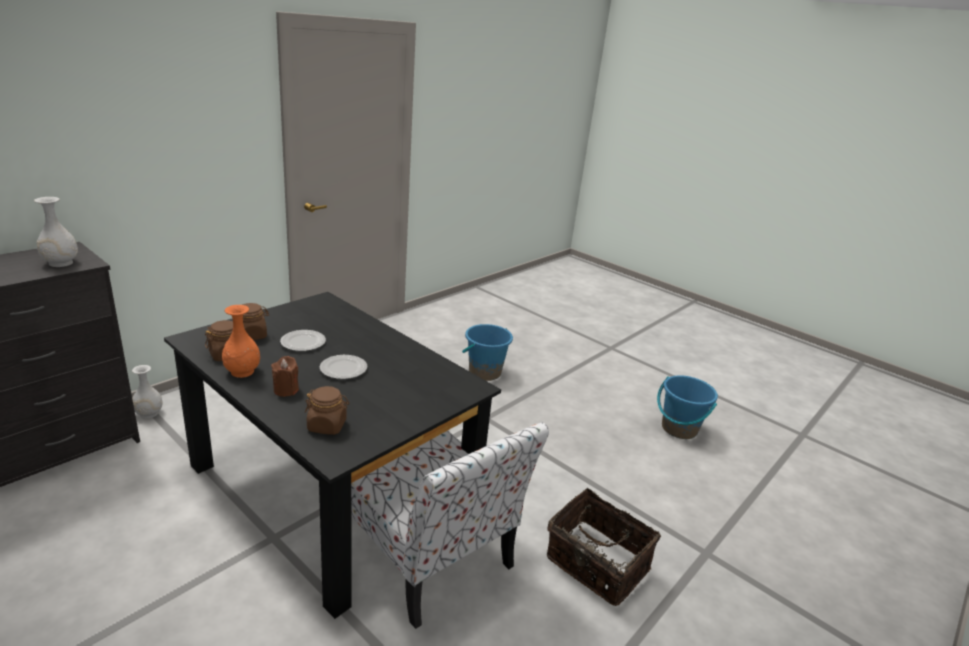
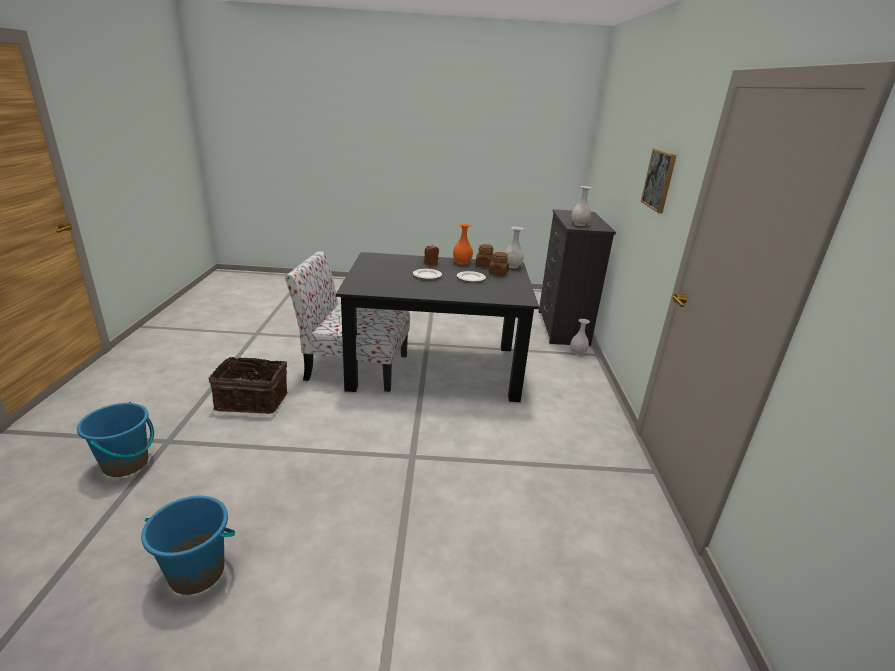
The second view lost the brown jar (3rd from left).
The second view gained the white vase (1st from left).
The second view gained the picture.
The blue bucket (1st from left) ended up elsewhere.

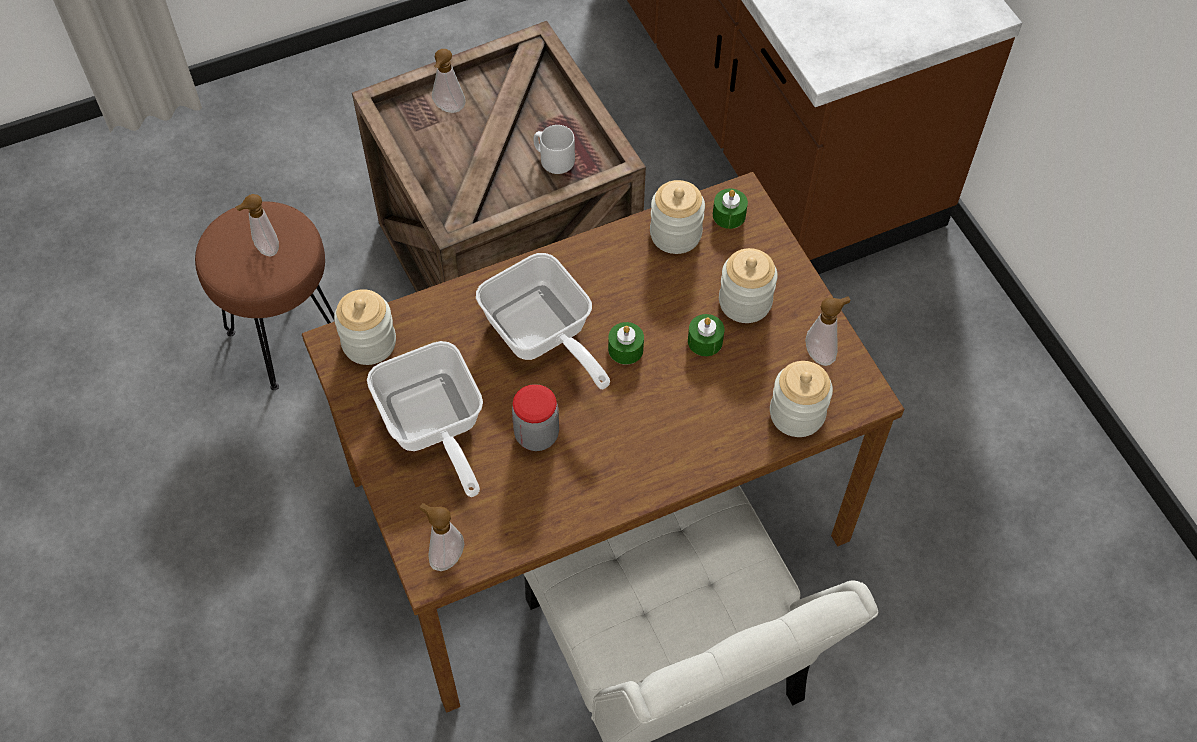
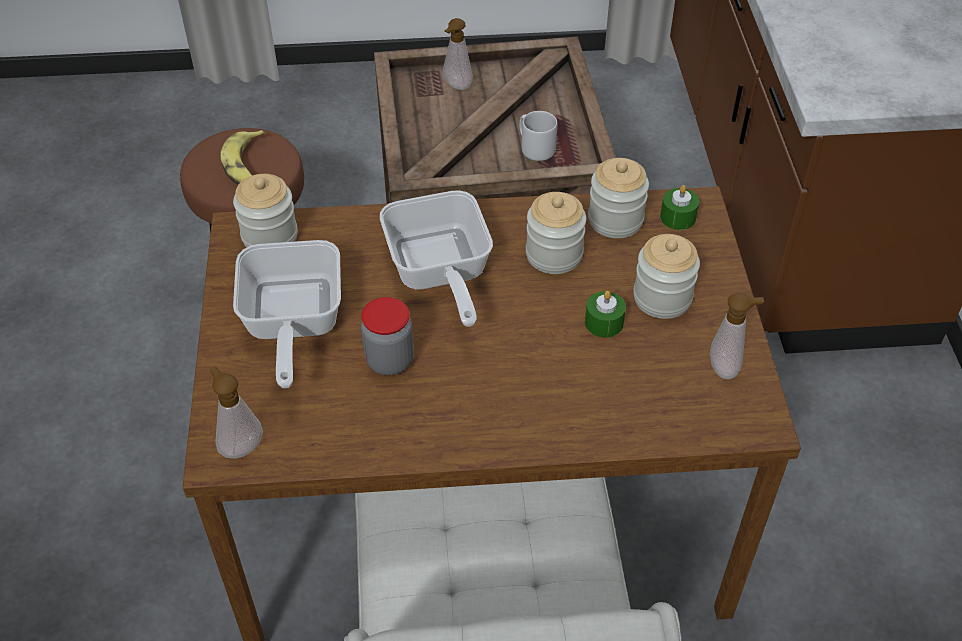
The second view lost the green candle (1st from left).
The jar (5th from left in the first image) ended up elsewhere.
Where the soap dispenser (1st from left) stood, the banana came to stand.

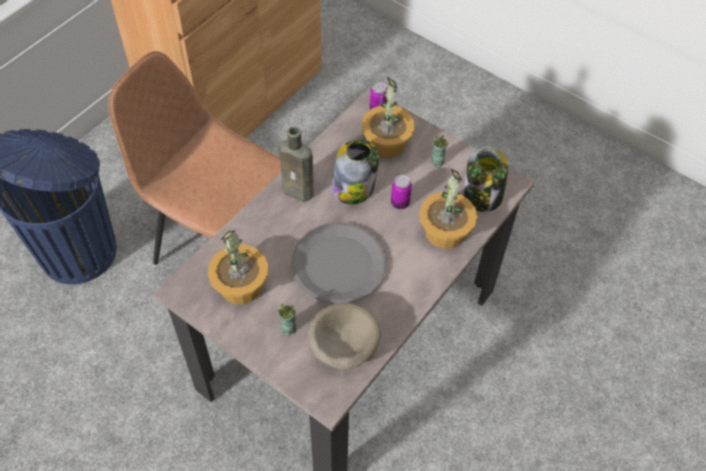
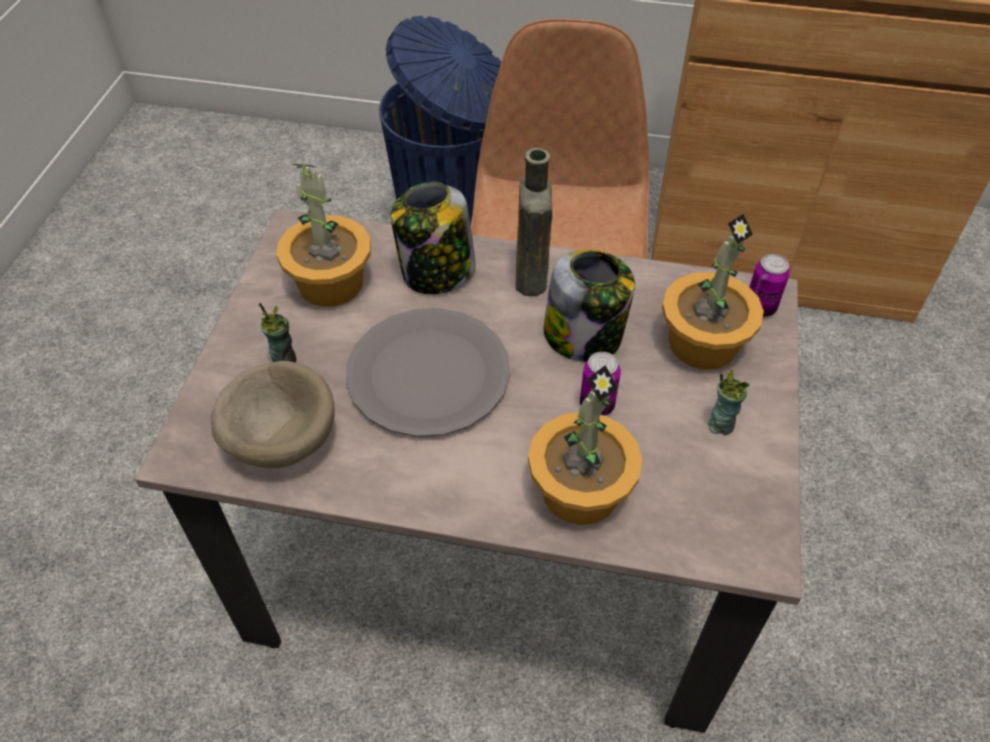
The jar (2nd from left in the first image) ended up elsewhere.

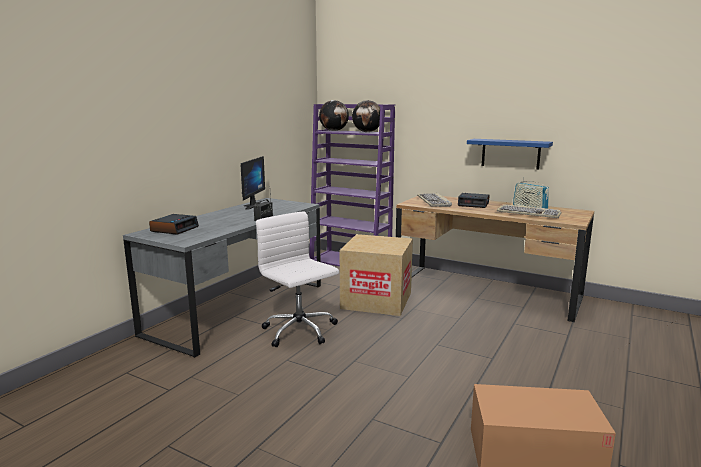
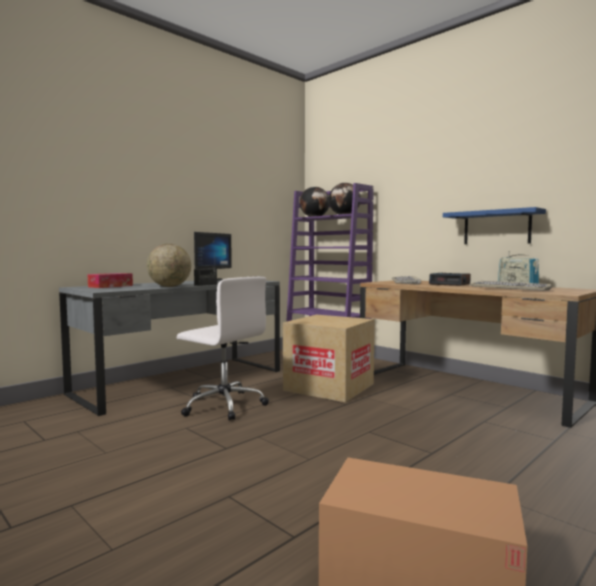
The second view gained the globe (1st from left).
Where the alarm clock (1st from left) stood, the tissue box came to stand.
The white office chair ended up facing another way, 150 degrees clockwise from before.

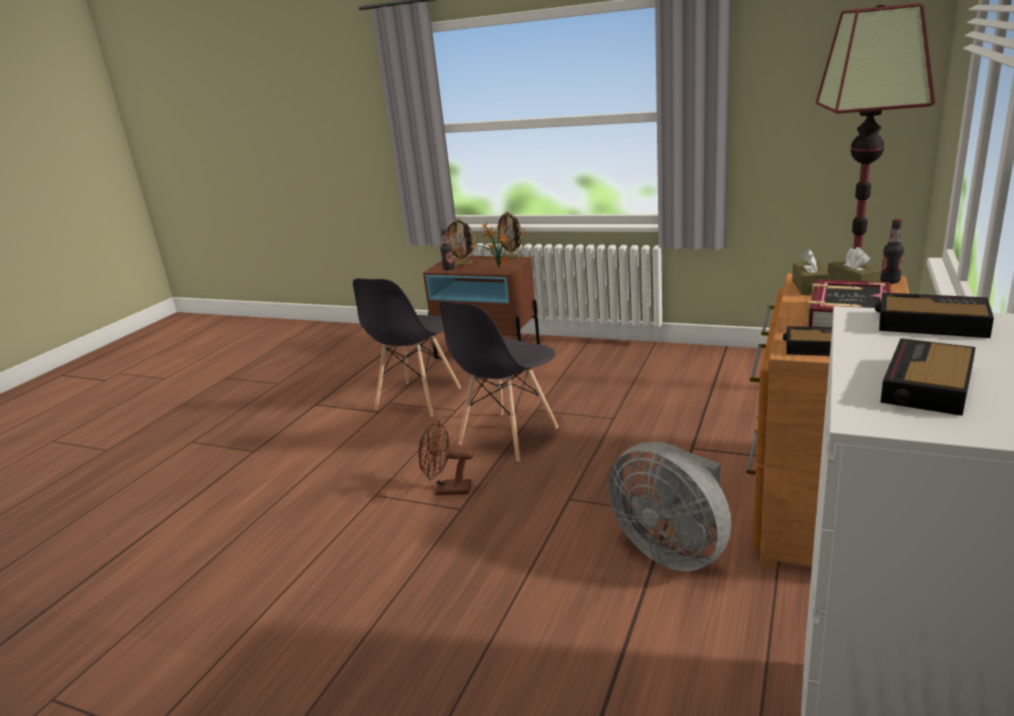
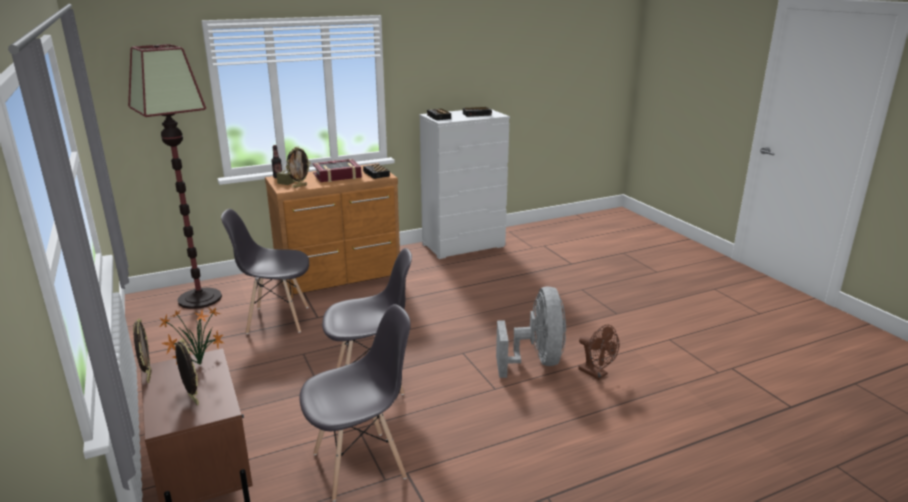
The second view lost the bottle (1st from left).
The second view gained the grey chair (1st from left).
The brown fan ended up elsewhere.
The grey fan ended up elsewhere.
Where the brown tissue box (1st from left) stood, the picture frame (3rd from left) came to stand.

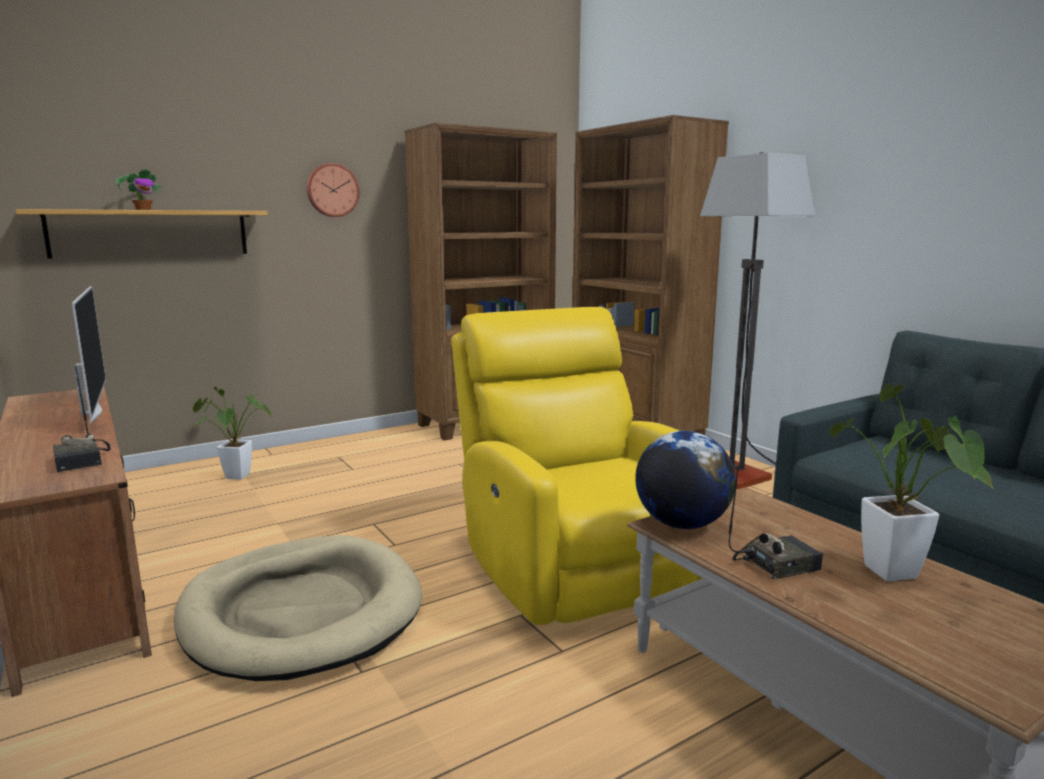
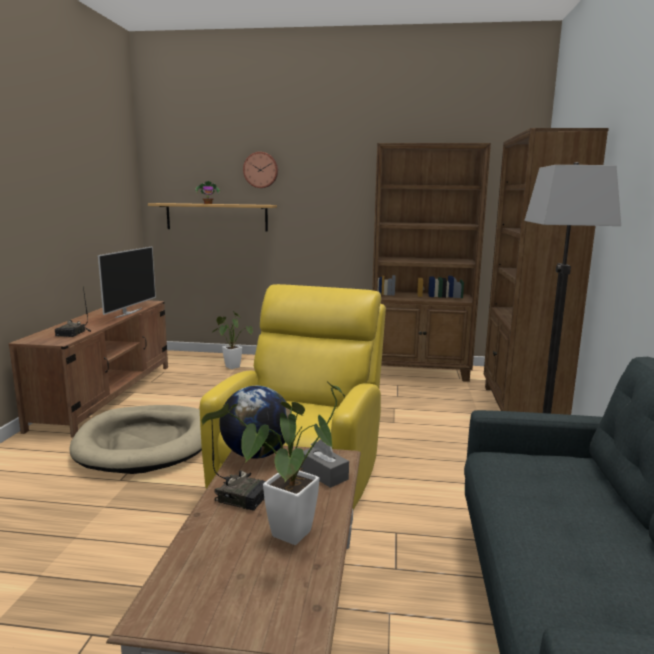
The second view gained the grey tissue box.
The wall clock ended up elsewhere.

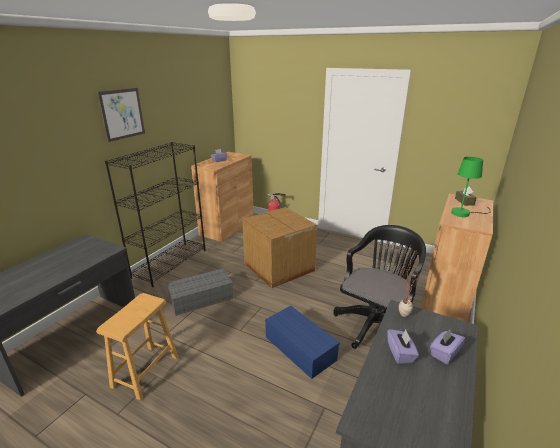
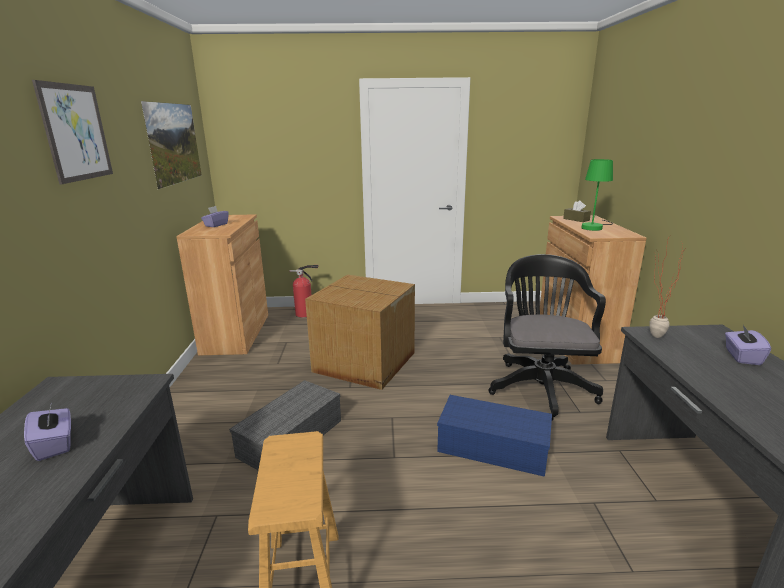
The second view lost the black bookcase.
The second view gained the picture (2nd from left).
The purple tissue box (2nd from left in the first image) ended up elsewhere.

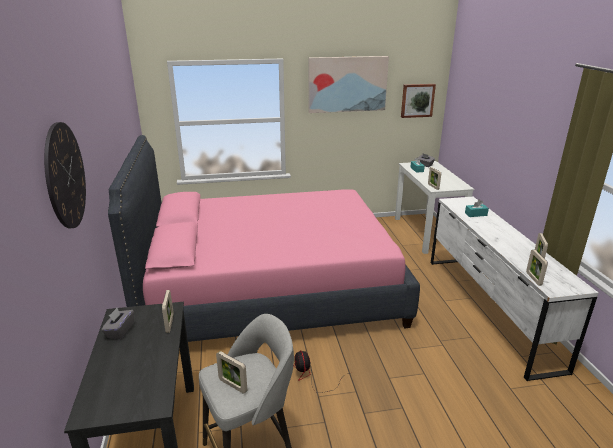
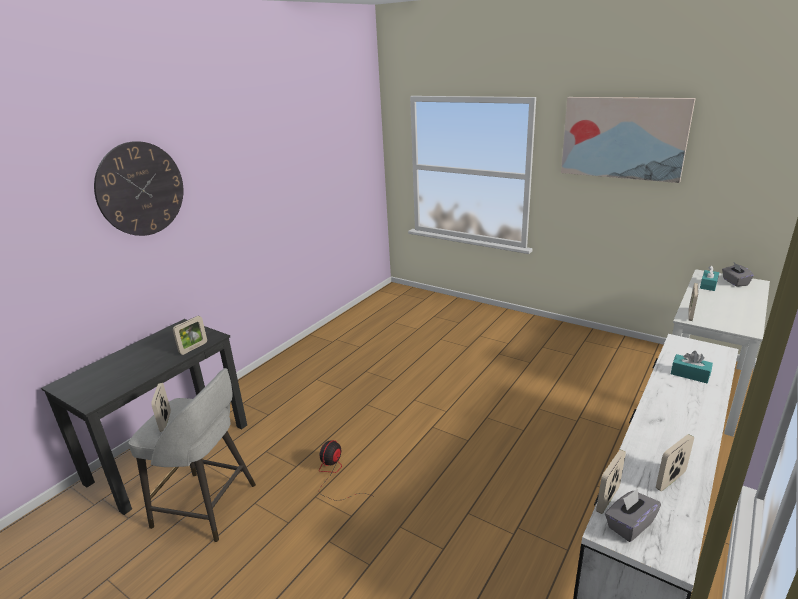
The second view lost the pink bed.
The second view lost the picture (2nd from left).
The grey tissue box (1st from left) ended up elsewhere.

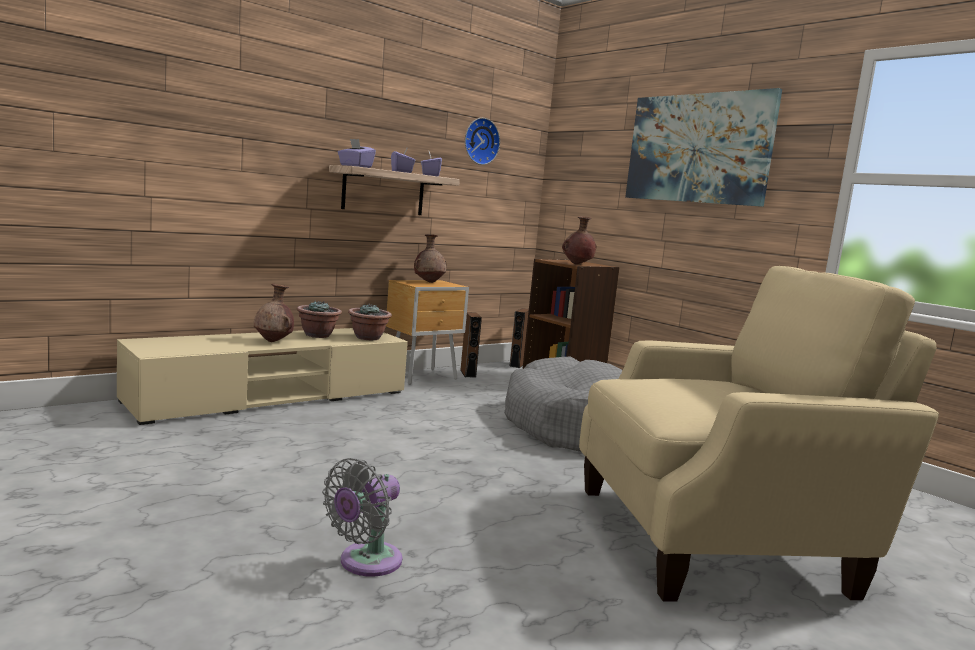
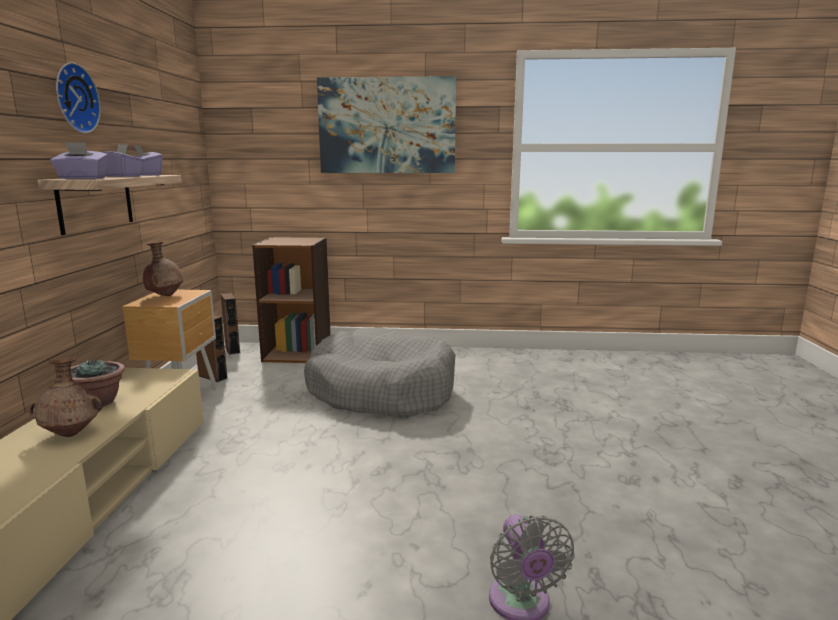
The second view lost the potted plant (2nd from left).
The second view lost the brown vase (3rd from left).
The second view lost the beige armchair.
The wall clock ended up elsewhere.

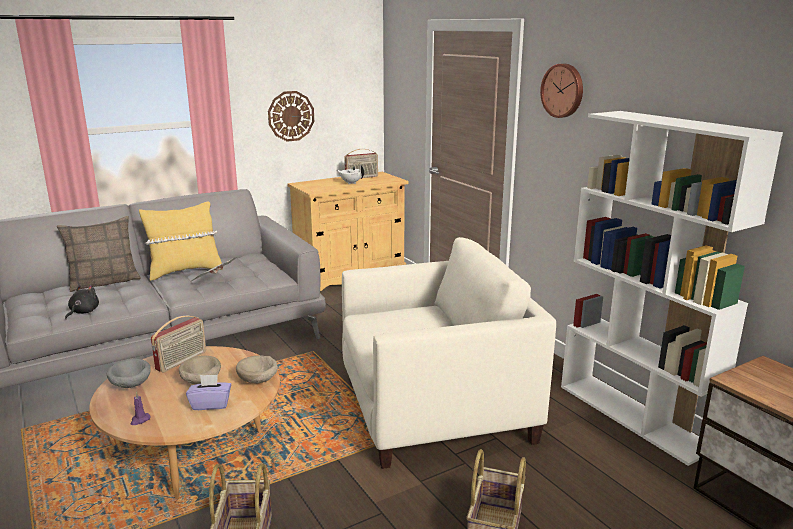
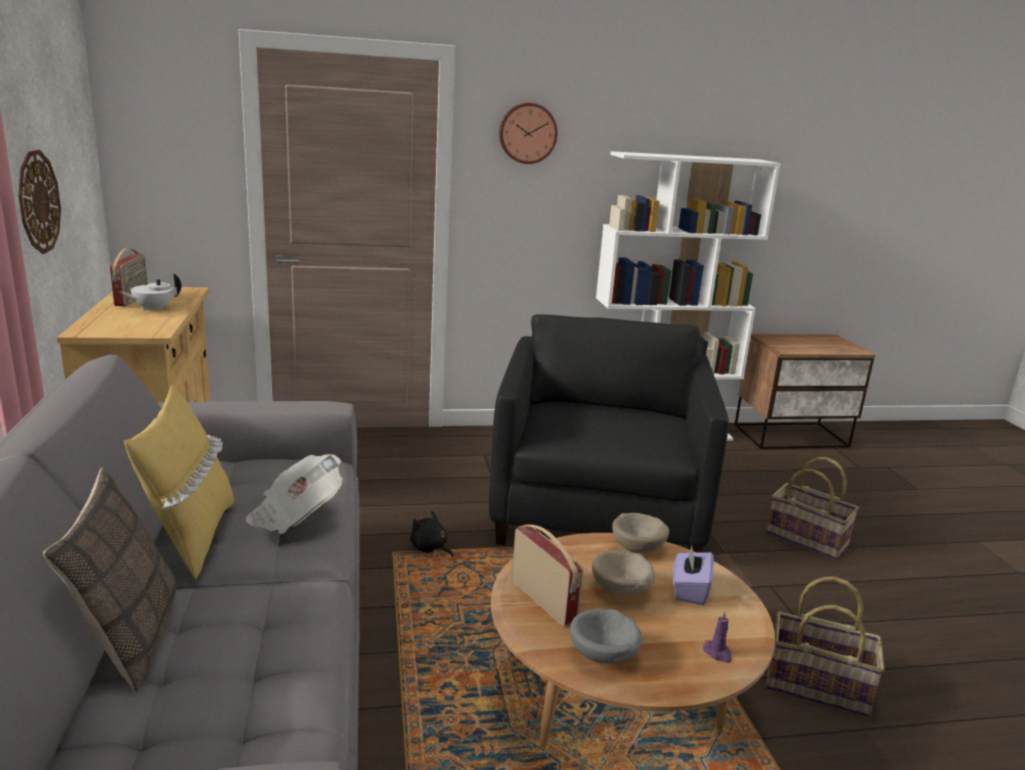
The black plush toy ended up elsewhere.
What was the beige armchair turned into the black armchair.

